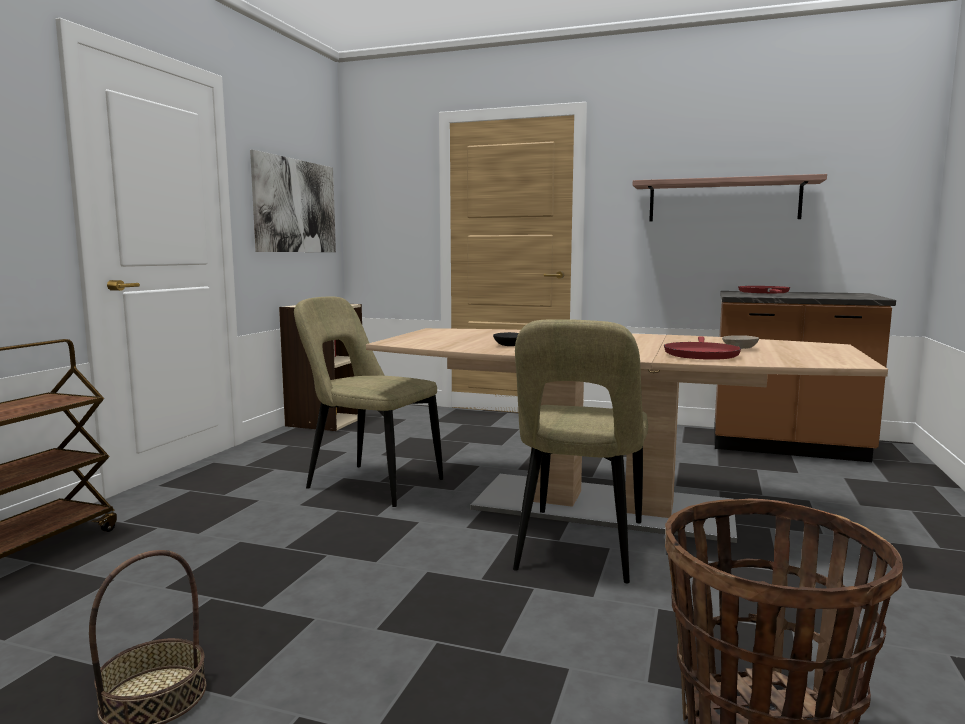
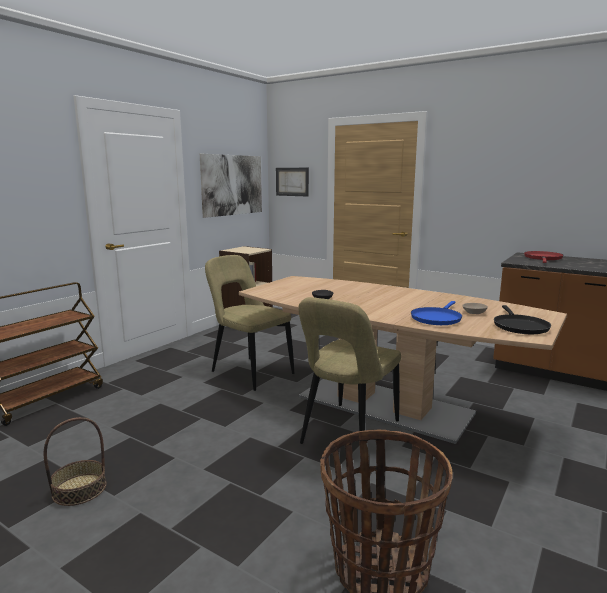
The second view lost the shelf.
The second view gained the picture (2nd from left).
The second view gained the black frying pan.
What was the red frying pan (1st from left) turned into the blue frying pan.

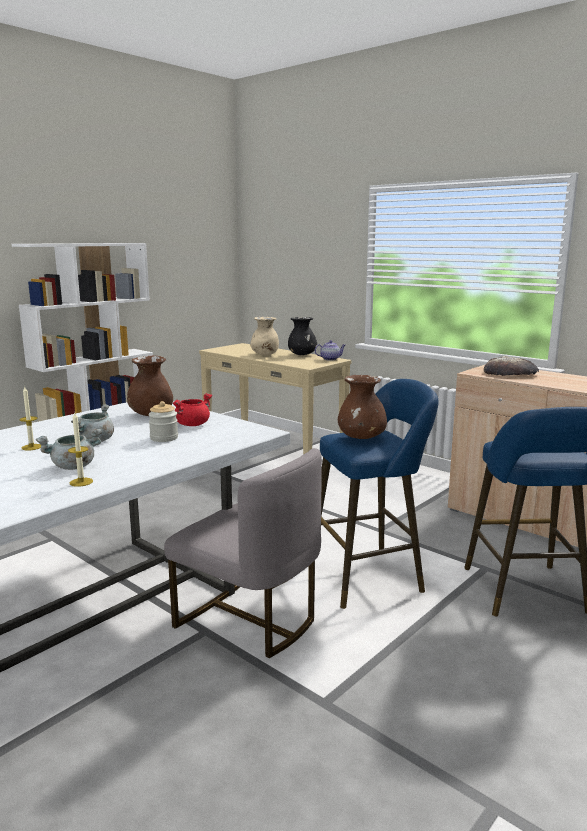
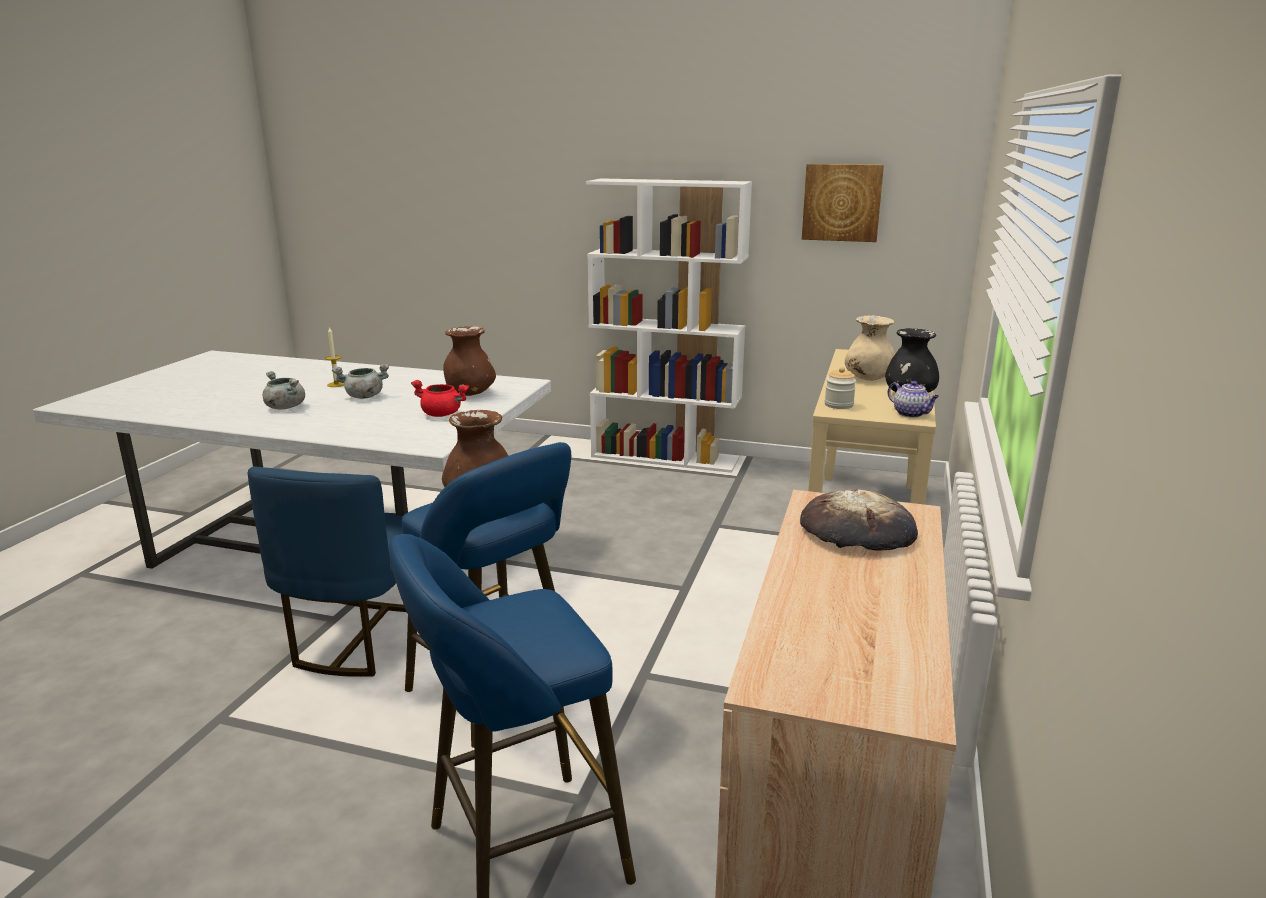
The second view lost the candle (2nd from left).
The second view gained the picture.
The jar ended up elsewhere.
What was the grey chair turned into the blue chair.

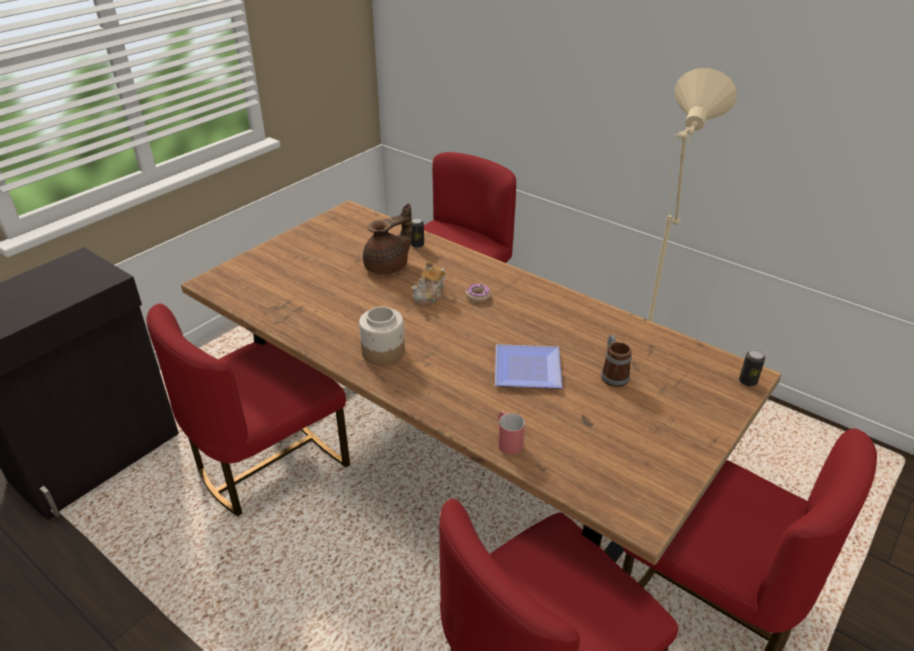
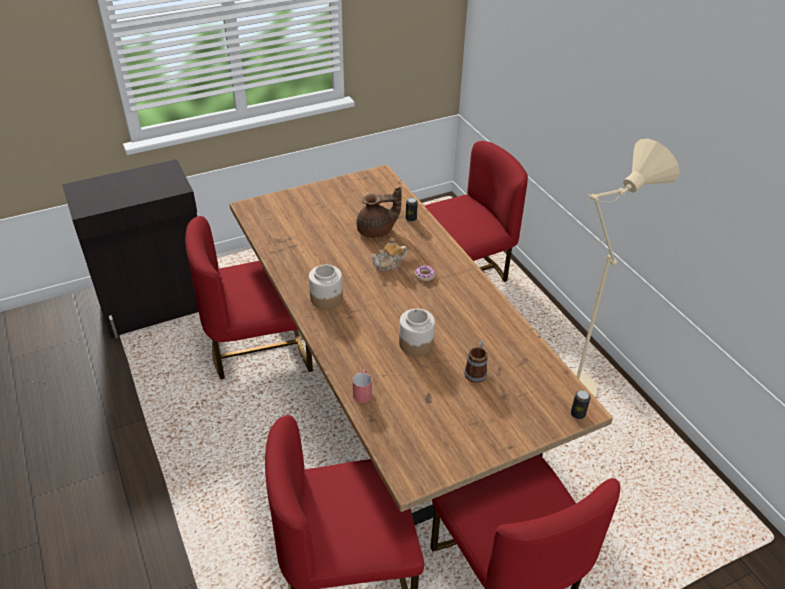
Where the plate stood, the jar (2nd from left) came to stand.

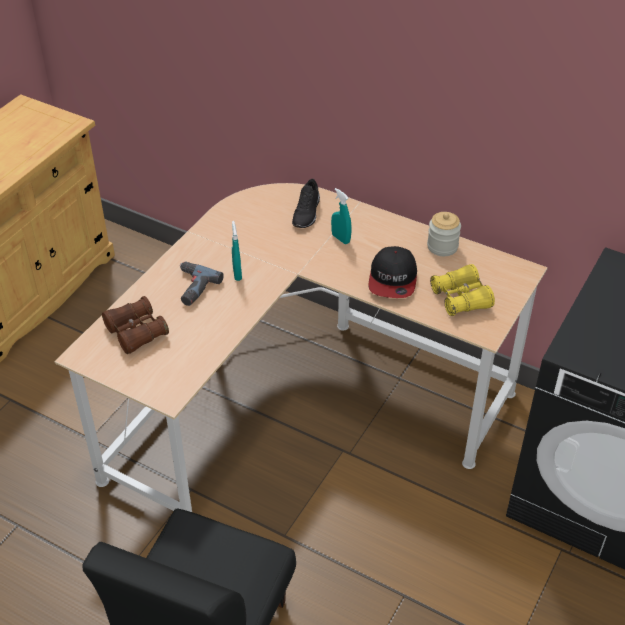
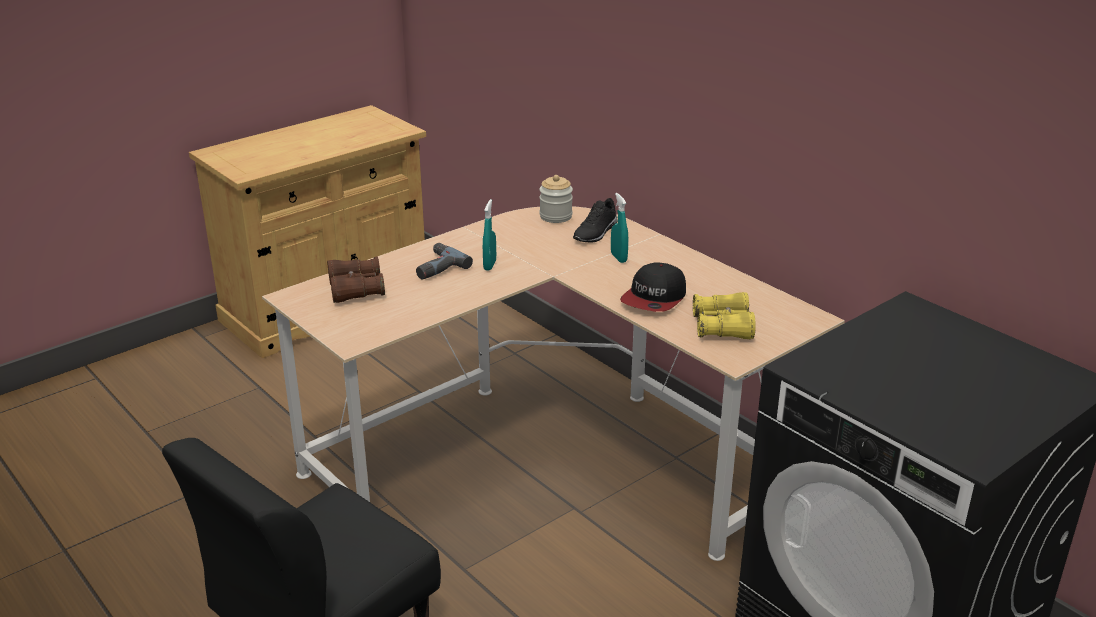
The jar ended up elsewhere.

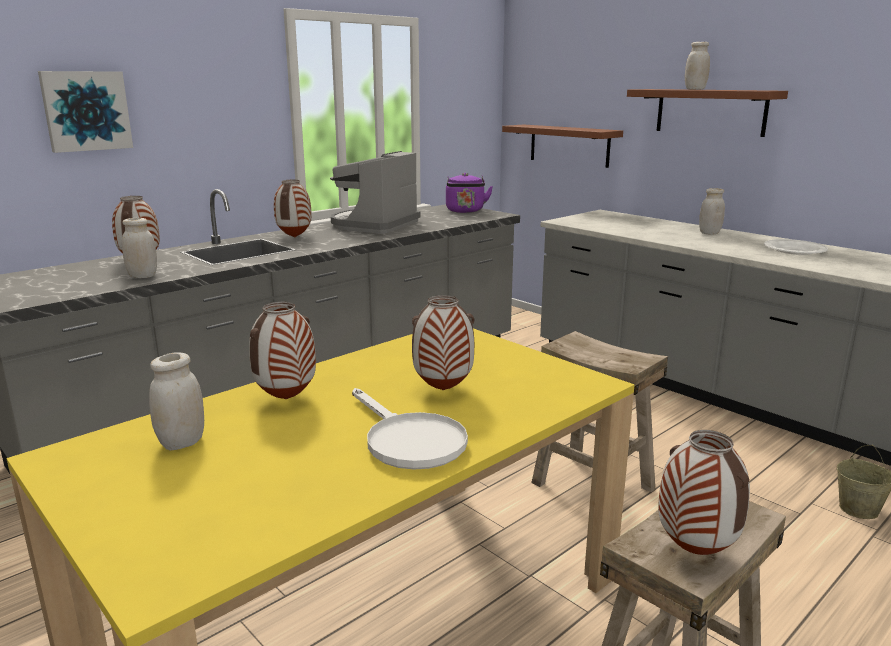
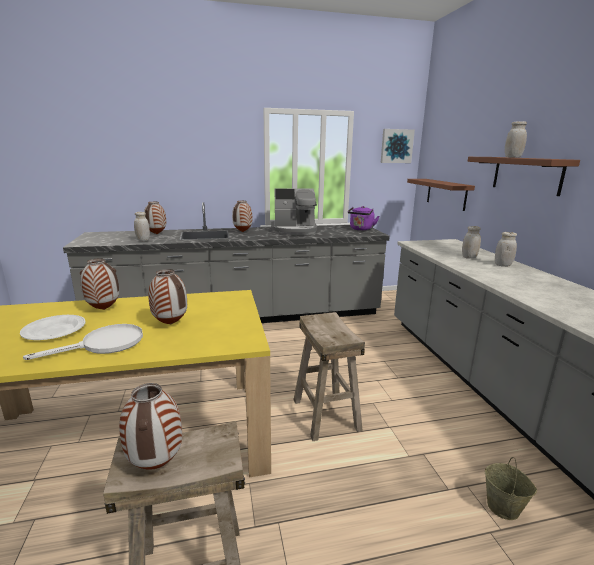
The picture ended up elsewhere.
The white jar (2nd from left) ended up elsewhere.
The white plate ended up elsewhere.
The coffee machine ended up facing another way, 150 degrees counterclockwise from before.
The white frying pan ended up facing another way, 120 degrees counterclockwise from before.

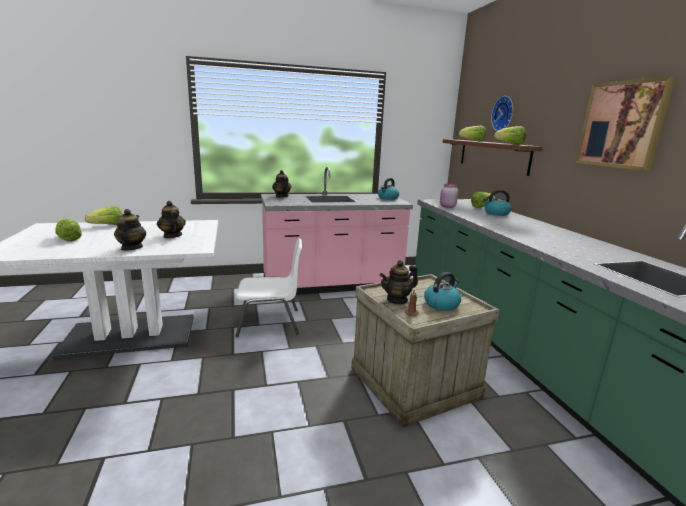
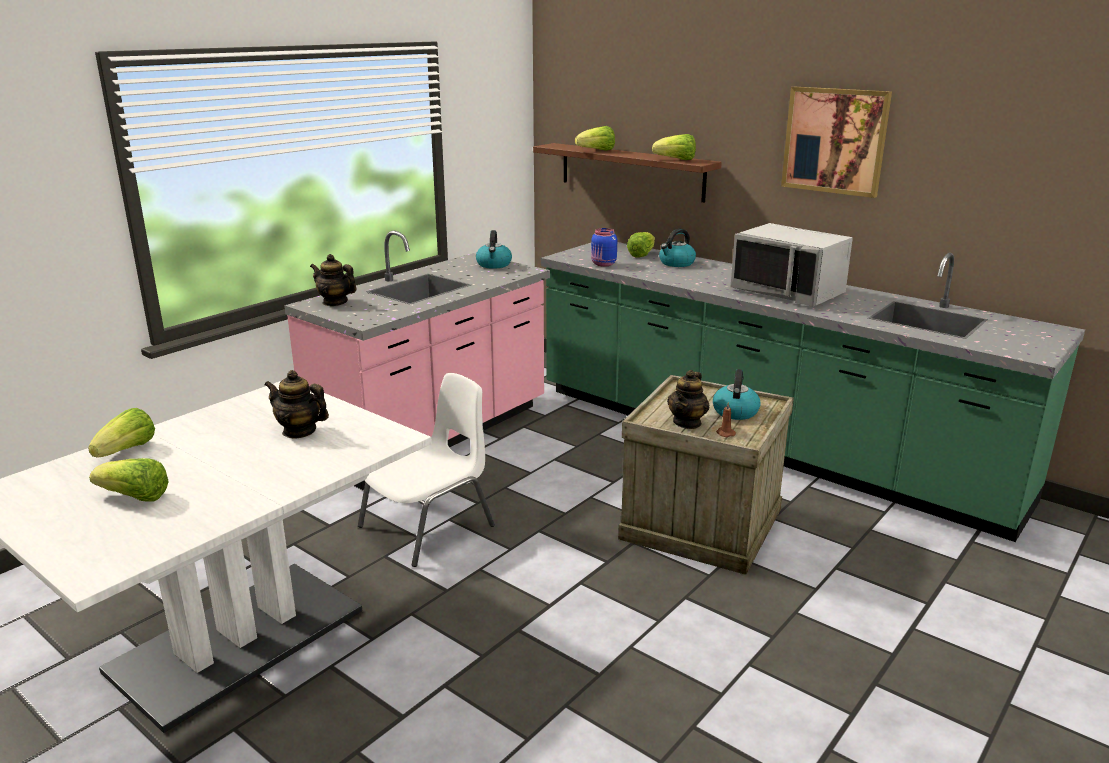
The second view lost the teapot (1st from left).
The second view lost the wall clock.
The second view gained the grey microwave.
What was the pink jar turned into the blue jar.

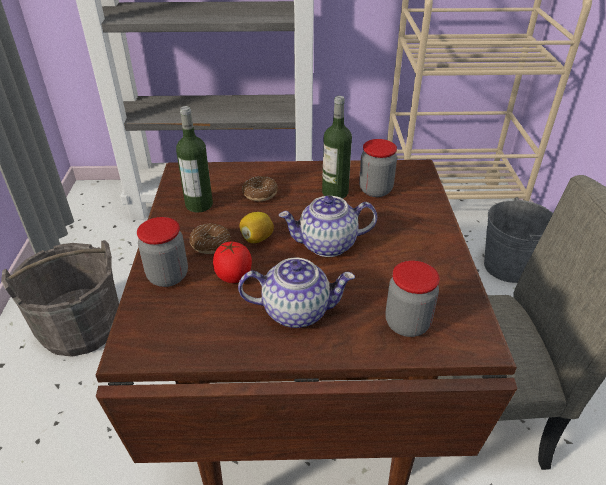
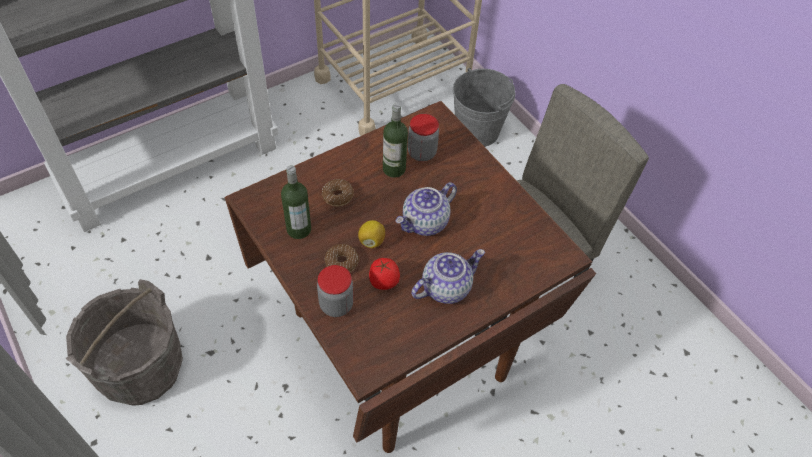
The second view lost the jar (3rd from left).

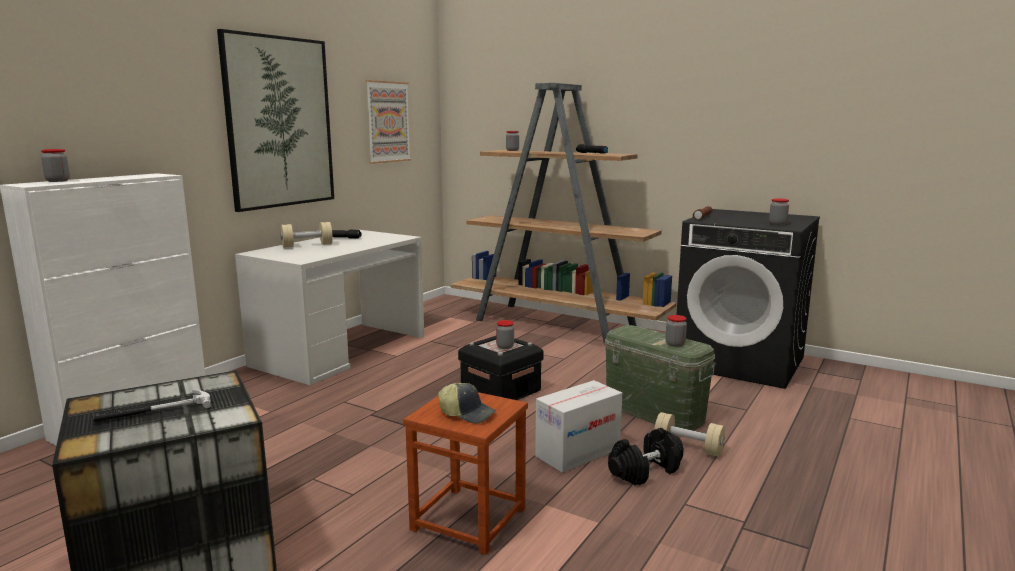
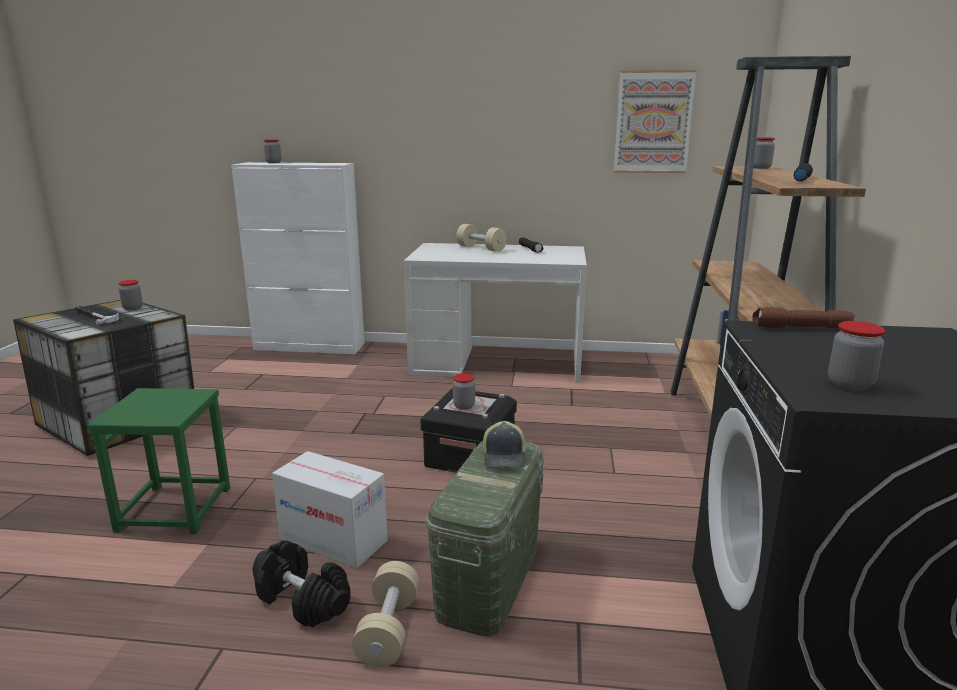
The second view lost the picture (1st from left).
The cap ended up elsewhere.
The jar (4th from left in the first image) ended up elsewhere.
What was the brown stool turned into the green stool.

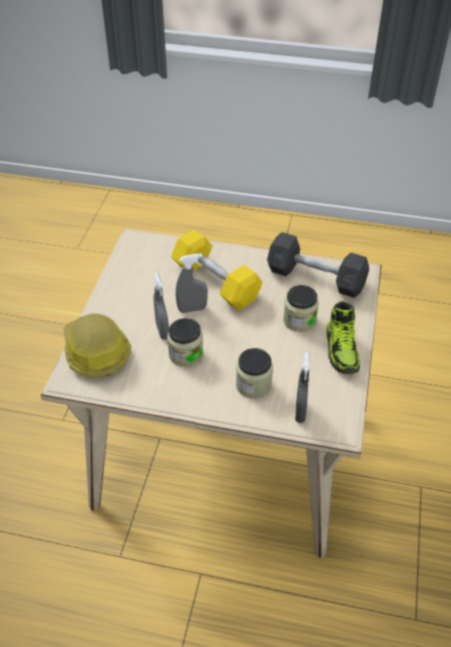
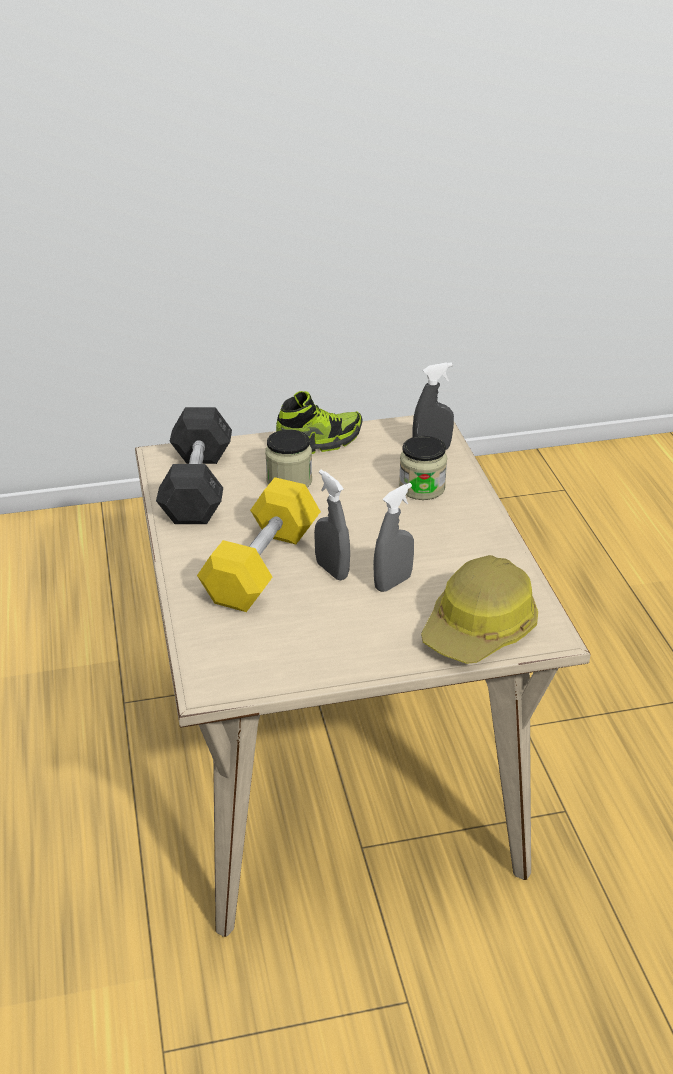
The second view lost the jar (1st from left).

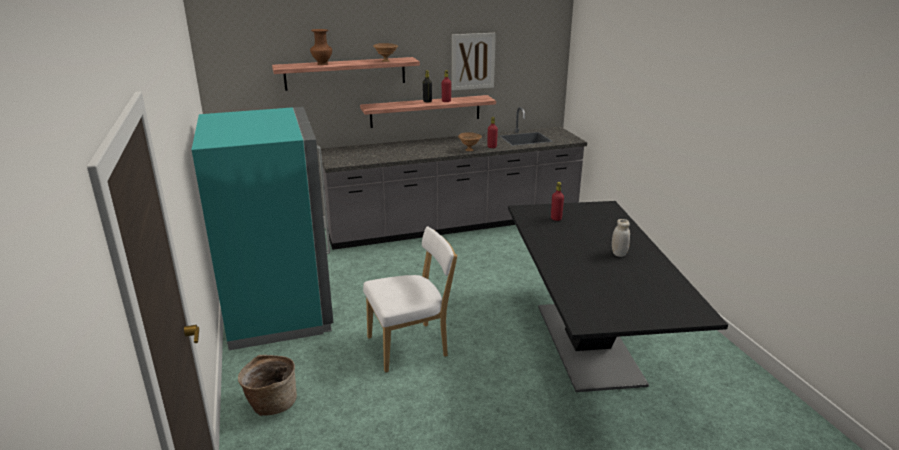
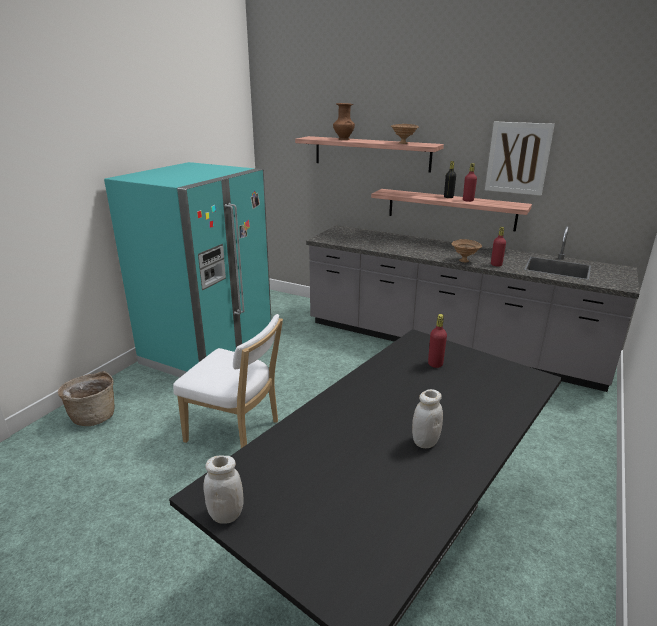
The second view gained the white jar (1st from left).

